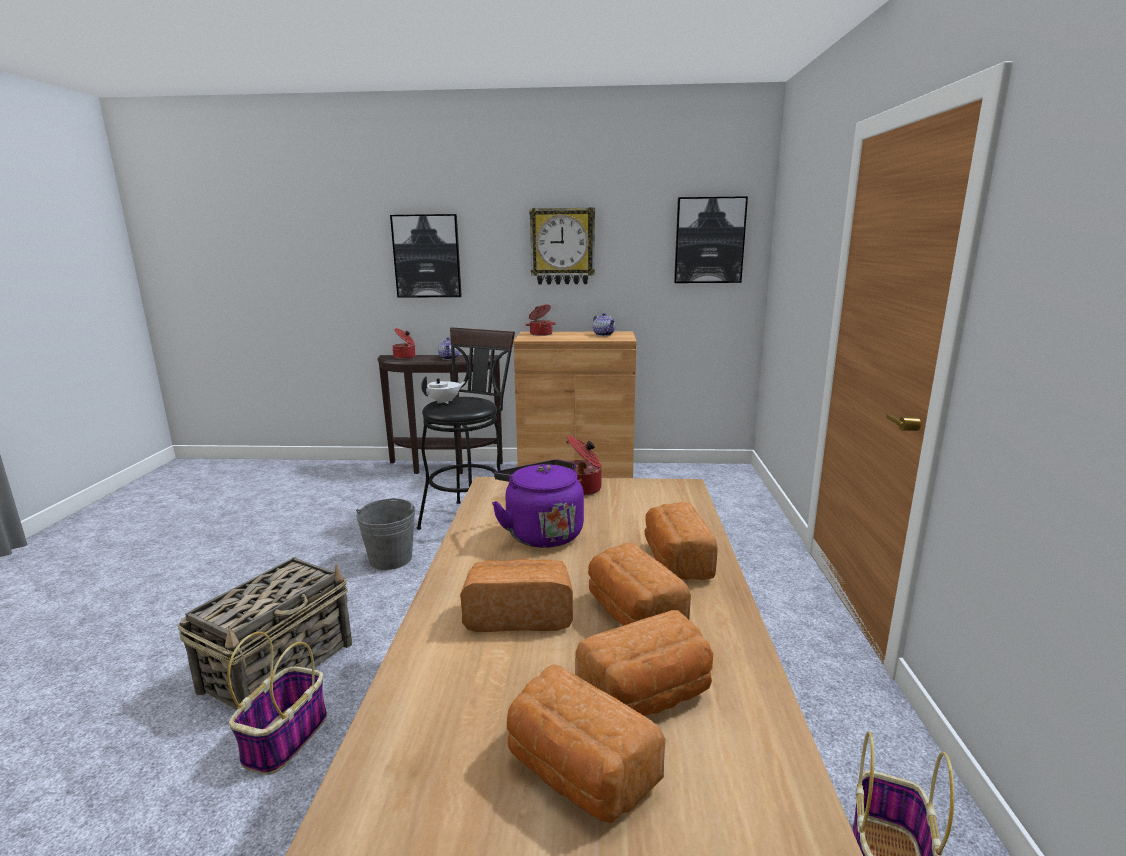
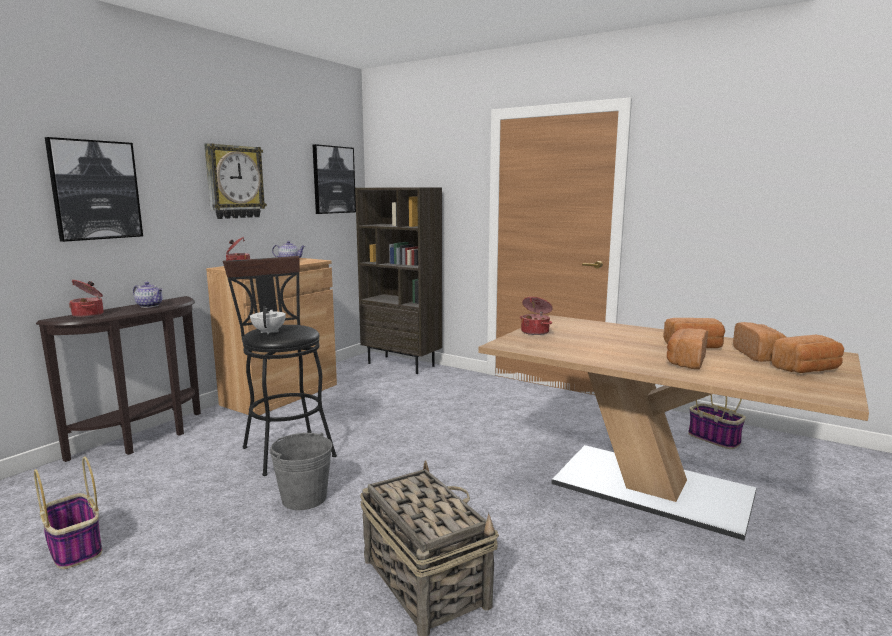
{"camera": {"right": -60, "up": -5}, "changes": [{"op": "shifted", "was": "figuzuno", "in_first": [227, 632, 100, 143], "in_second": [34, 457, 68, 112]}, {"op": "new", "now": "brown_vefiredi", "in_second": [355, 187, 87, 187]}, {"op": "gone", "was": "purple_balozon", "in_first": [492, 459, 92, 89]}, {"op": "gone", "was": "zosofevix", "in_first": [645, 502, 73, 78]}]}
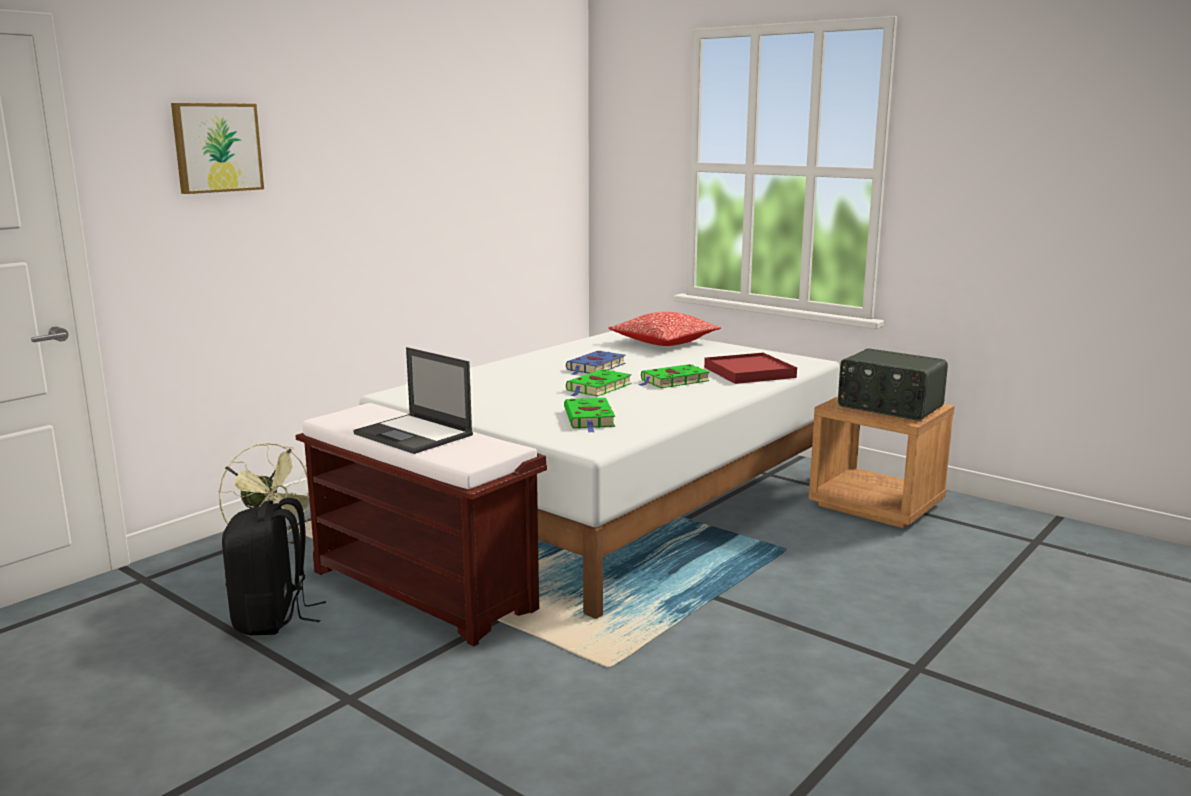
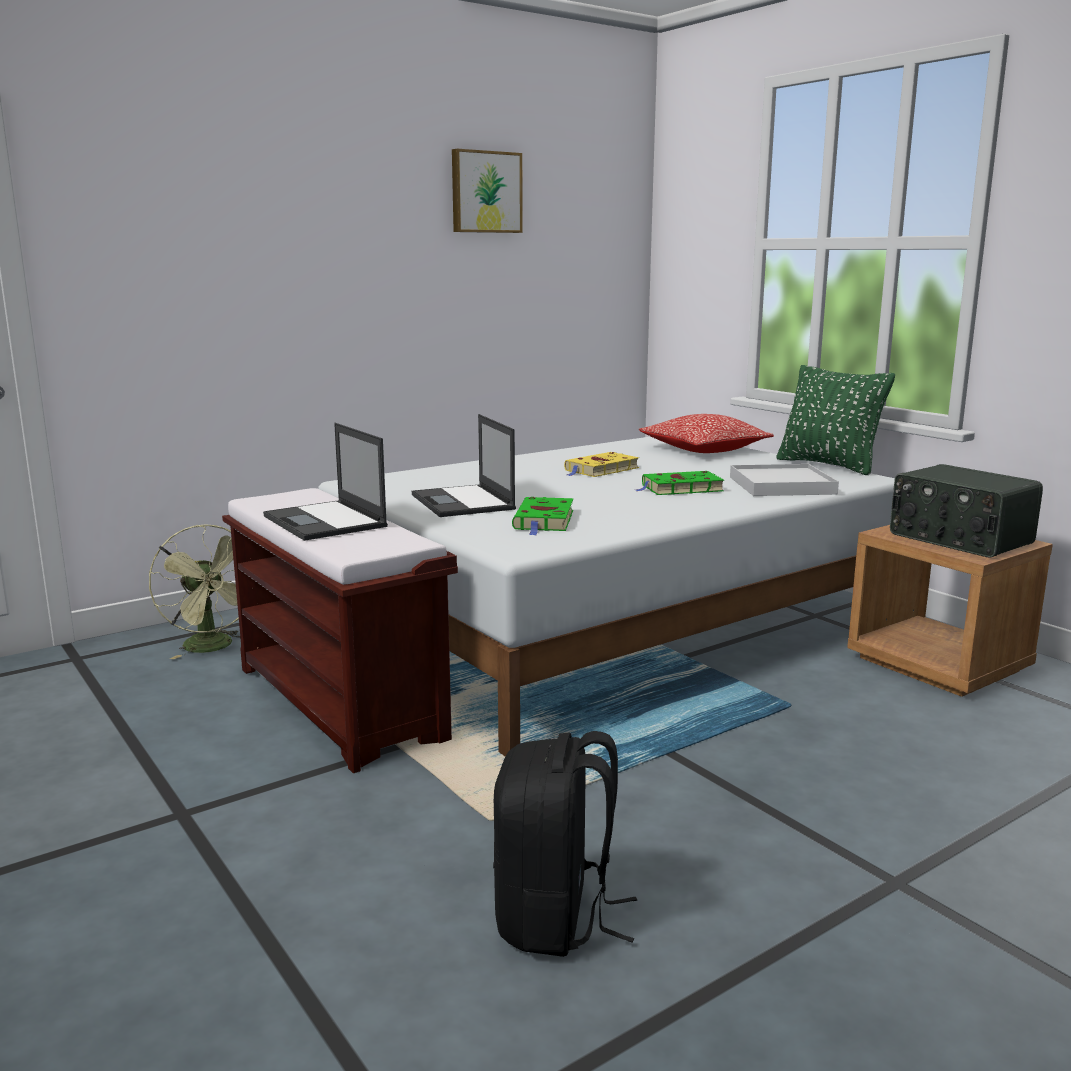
{"camera": {"right": 15, "up": 0}, "changes": [{"op": "new", "now": "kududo", "in_second": [412, 414, 104, 103]}, {"op": "shifted", "was": "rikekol", "in_first": [171, 103, 93, 91], "in_second": [452, 149, 71, 84]}, {"op": "shifted", "was": "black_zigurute", "in_first": [222, 498, 104, 137], "in_second": [493, 731, 144, 226]}, {"op": "repainted", "was": "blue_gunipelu", "now": "yellow_gunipelu", "in_first": [566, 351, 60, 24], "in_second": [564, 452, 75, 25]}, {"op": "repainted", "was": "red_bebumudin", "now": "white_bebumudin", "in_first": [704, 353, 93, 31], "in_second": [730, 464, 109, 32]}, {"op": "new", "now": "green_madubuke", "in_second": [777, 365, 118, 110]}, {"op": "gone", "was": "green_gunipelu", "in_first": [566, 369, 66, 28]}]}
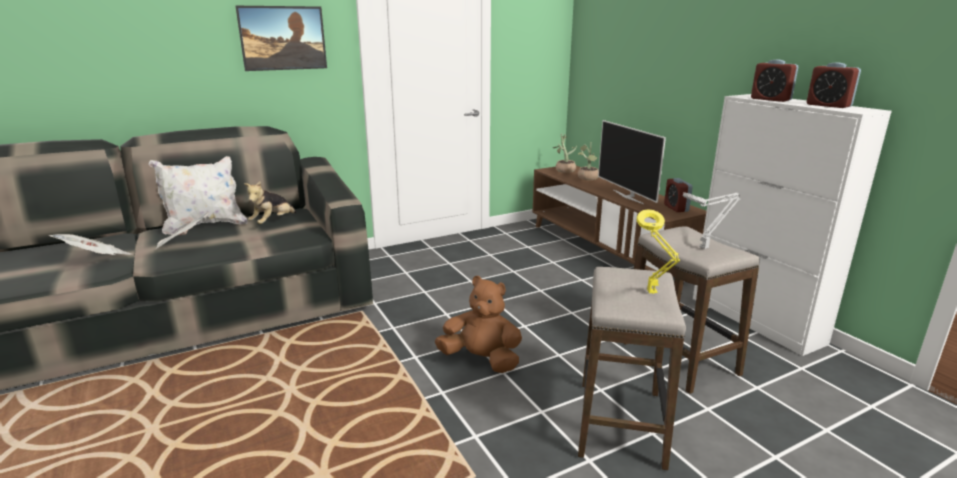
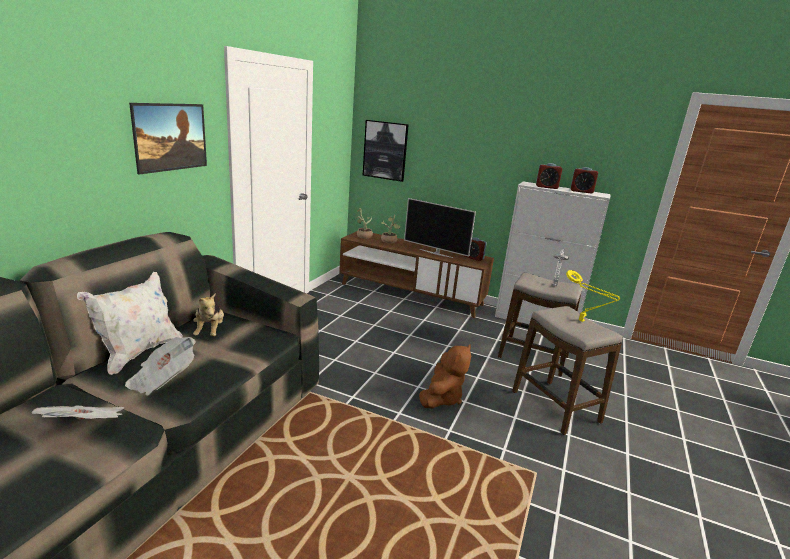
{"camera": {"right": -40, "up": 0}, "changes": [{"op": "new", "now": "rikekol", "in_second": [363, 120, 46, 62]}, {"op": "rotated", "was": "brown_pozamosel", "in_first": [435, 276, 87, 97], "in_second": [419, 344, 52, 64], "clockwise": 135}]}
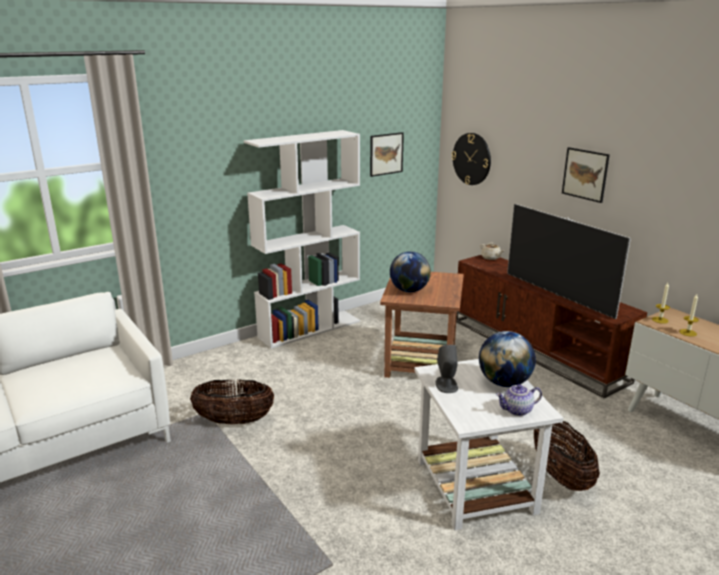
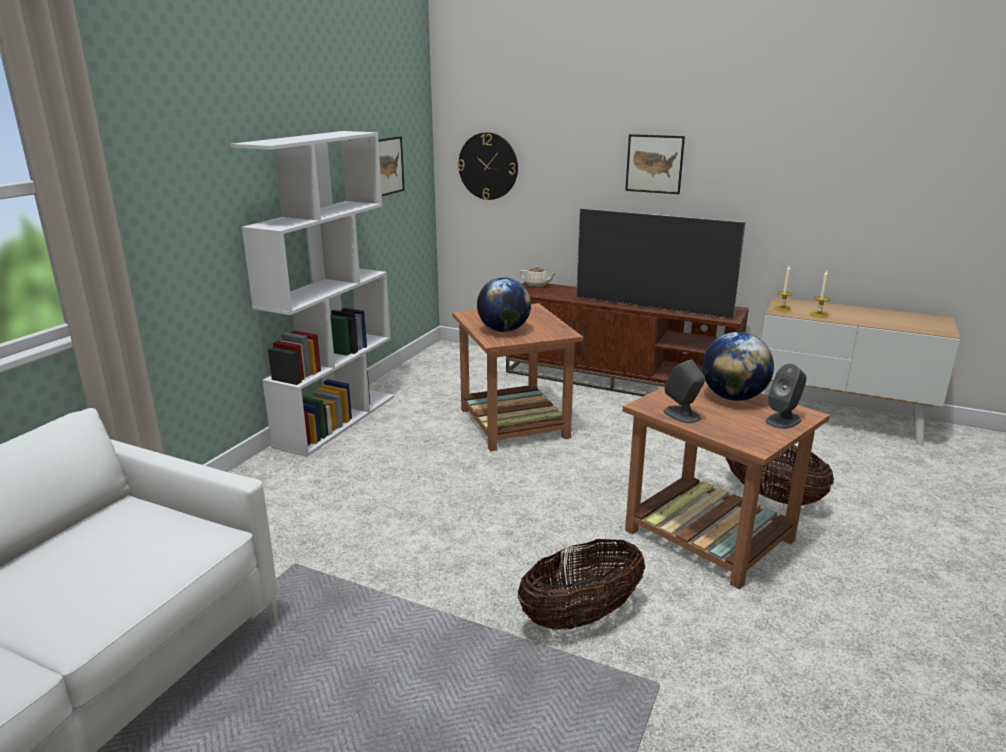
{"camera": {"right": -30, "up": 0}, "changes": [{"op": "shifted", "was": "figuzuno", "in_first": [190, 379, 84, 46], "in_second": [518, 539, 127, 91]}, {"op": "repainted", "was": "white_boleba", "now": "brown_boleba", "in_first": [414, 359, 150, 171], "in_second": [622, 381, 208, 208]}, {"op": "swapped", "was": "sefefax", "now": "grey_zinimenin", "in_first": [496, 384, 46, 32], "in_second": [765, 364, 42, 65]}]}
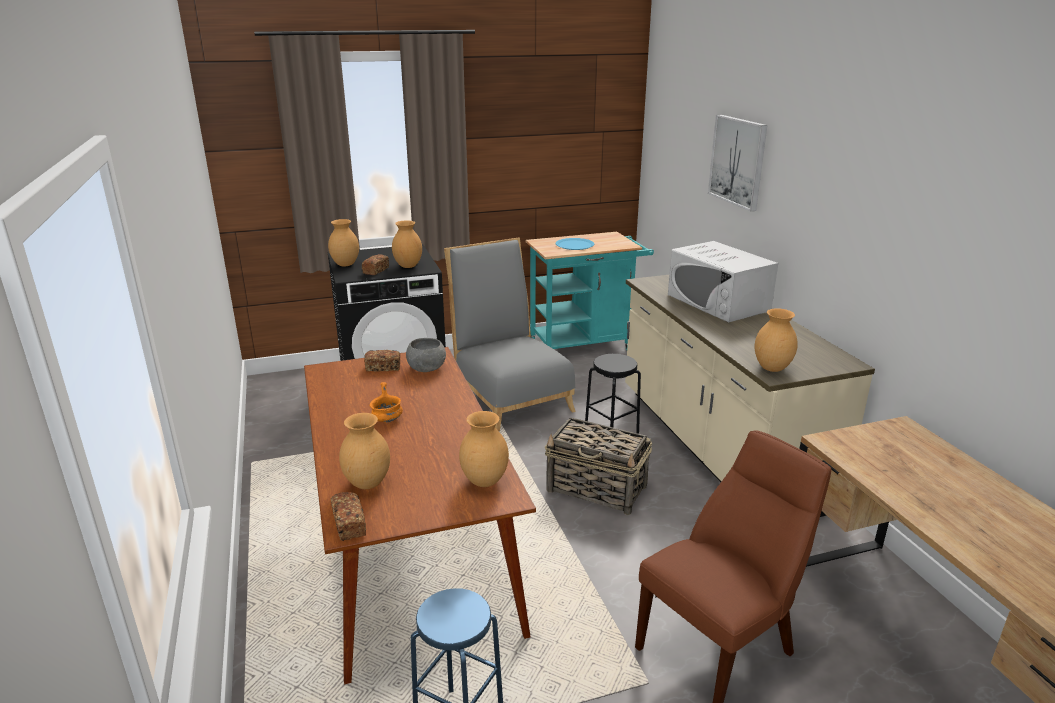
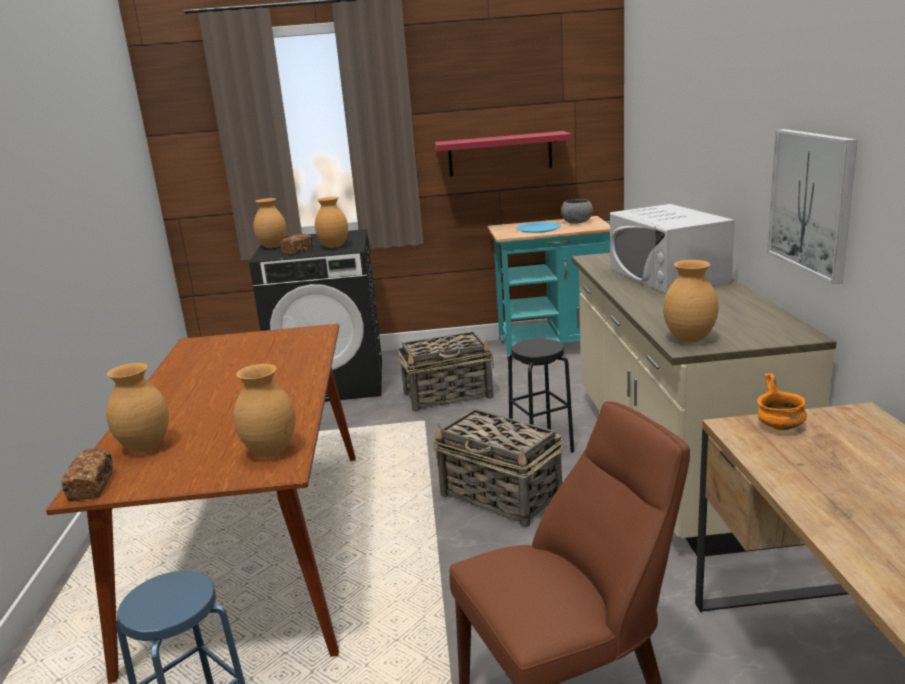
{"camera": {"right": 15, "up": -5}, "changes": [{"op": "swapped", "was": "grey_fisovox", "now": "figuzuno", "in_first": [444, 238, 132, 193], "in_second": [398, 332, 96, 80]}, {"op": "new", "now": "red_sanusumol", "in_second": [434, 131, 138, 45]}, {"op": "shifted", "was": "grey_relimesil", "in_first": [406, 338, 40, 34], "in_second": [561, 199, 32, 24]}, {"op": "shifted", "was": "orange_relimesil", "in_first": [370, 382, 33, 41], "in_second": [757, 373, 50, 57]}, {"op": "shifted", "was": "rikekol", "in_first": [708, 115, 59, 96], "in_second": [767, 129, 91, 155]}, {"op": "gone", "was": "zosofevix", "in_first": [364, 350, 36, 22]}]}
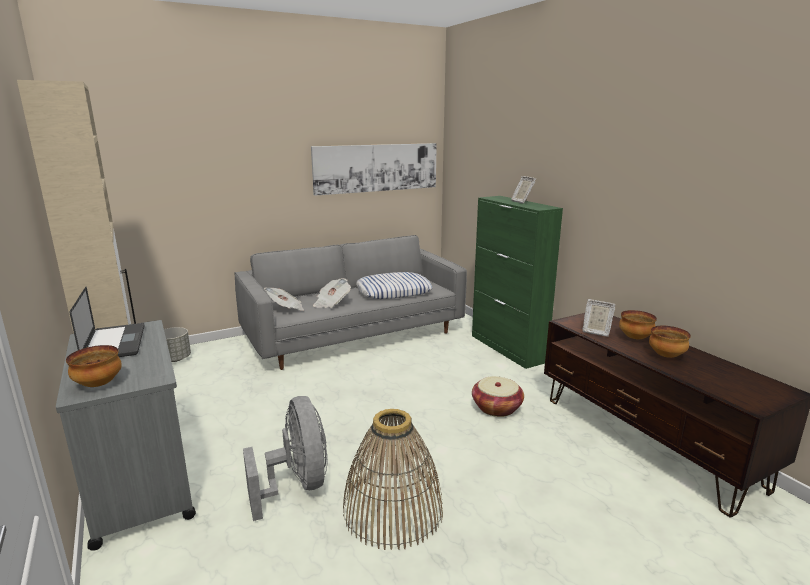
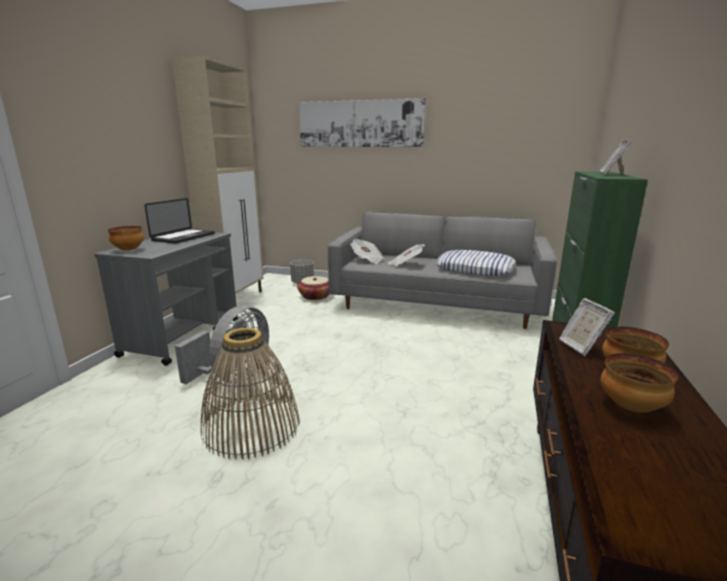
{"camera": {"right": 45, "up": 0}, "changes": [{"op": "shifted", "was": "figuzuno", "in_first": [472, 376, 52, 41], "in_second": [297, 276, 32, 24]}, {"op": "shifted", "was": "rikekol", "in_first": [311, 143, 126, 53], "in_second": [299, 98, 127, 49]}]}
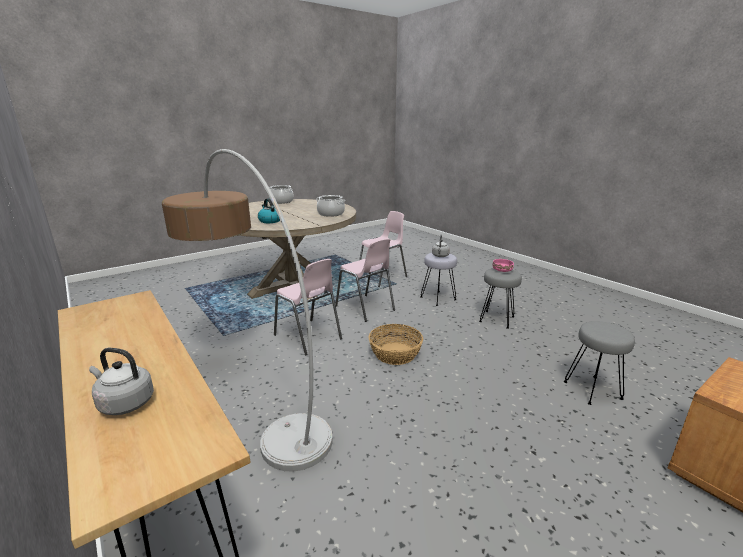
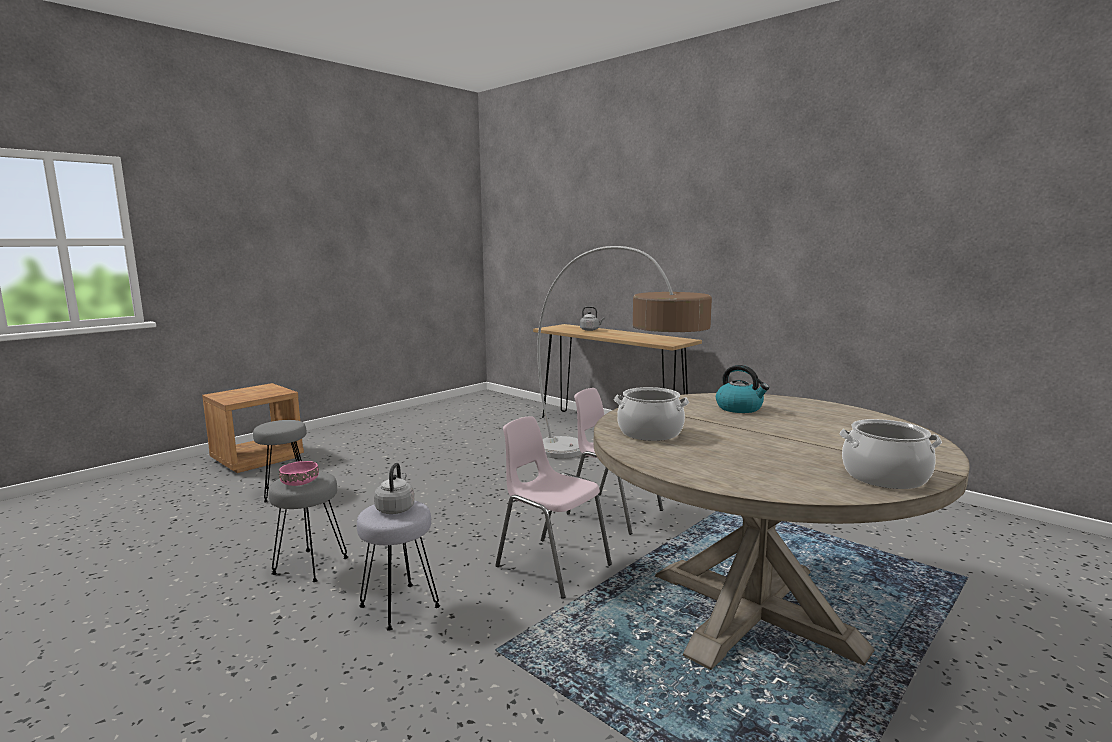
{"camera": {"right": 170, "up": -10}, "changes": [{"op": "gone", "was": "pink_fisovox", "in_first": [359, 211, 48, 76]}, {"op": "gone", "was": "figuzuno", "in_first": [368, 324, 55, 41]}]}
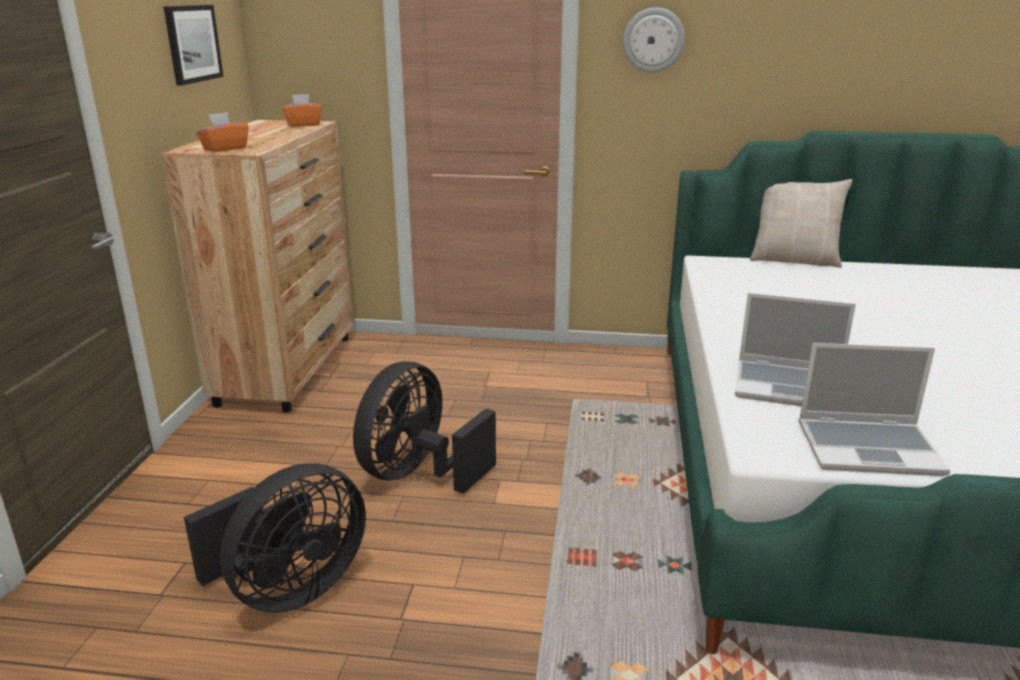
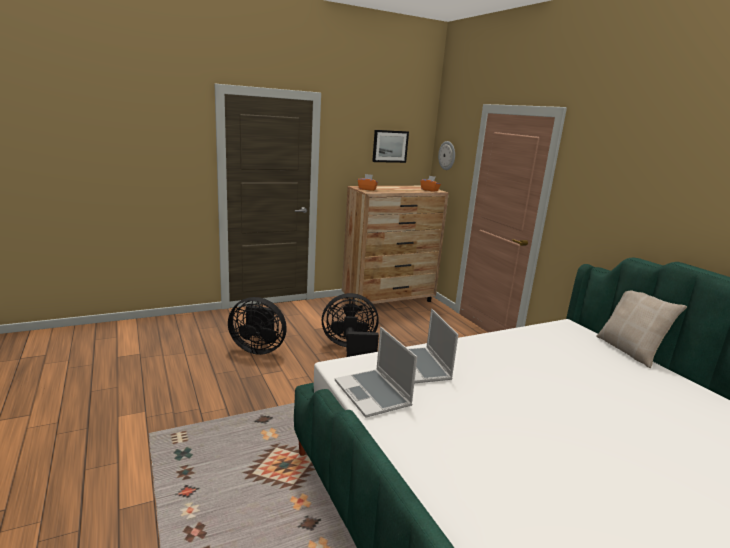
{"camera": {"right": 55, "up": -5}, "changes": [{"op": "shifted", "was": "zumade", "in_first": [623, 7, 62, 66], "in_second": [438, 141, 17, 29]}]}
